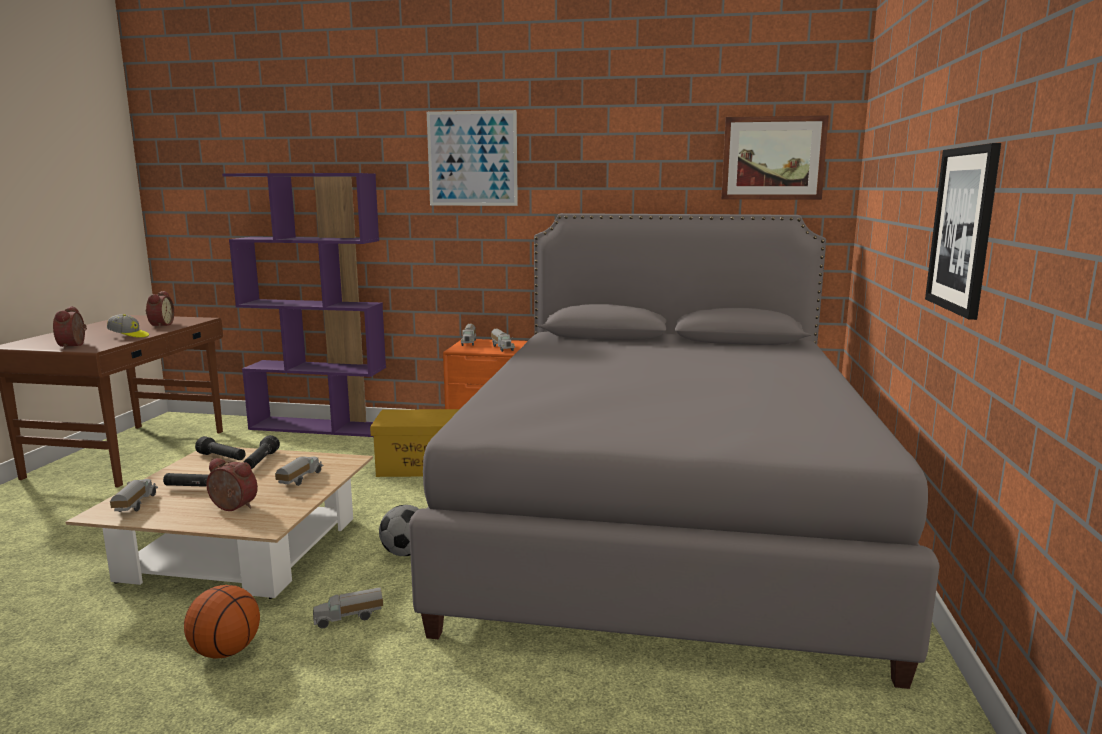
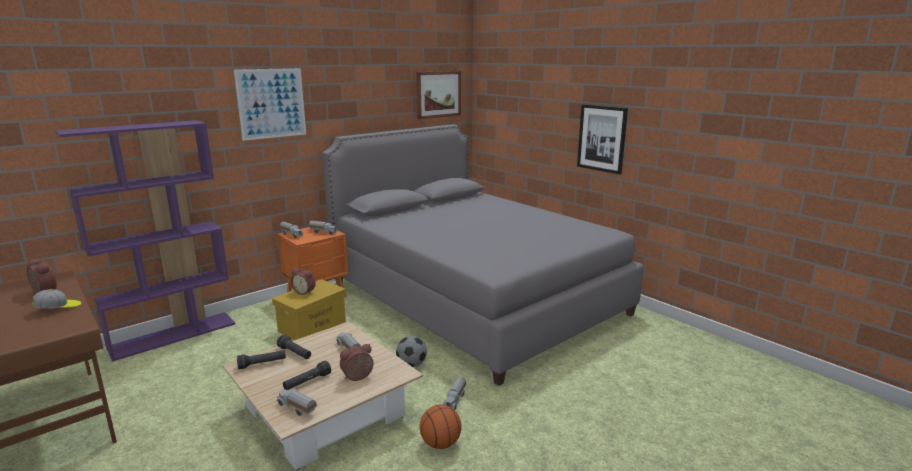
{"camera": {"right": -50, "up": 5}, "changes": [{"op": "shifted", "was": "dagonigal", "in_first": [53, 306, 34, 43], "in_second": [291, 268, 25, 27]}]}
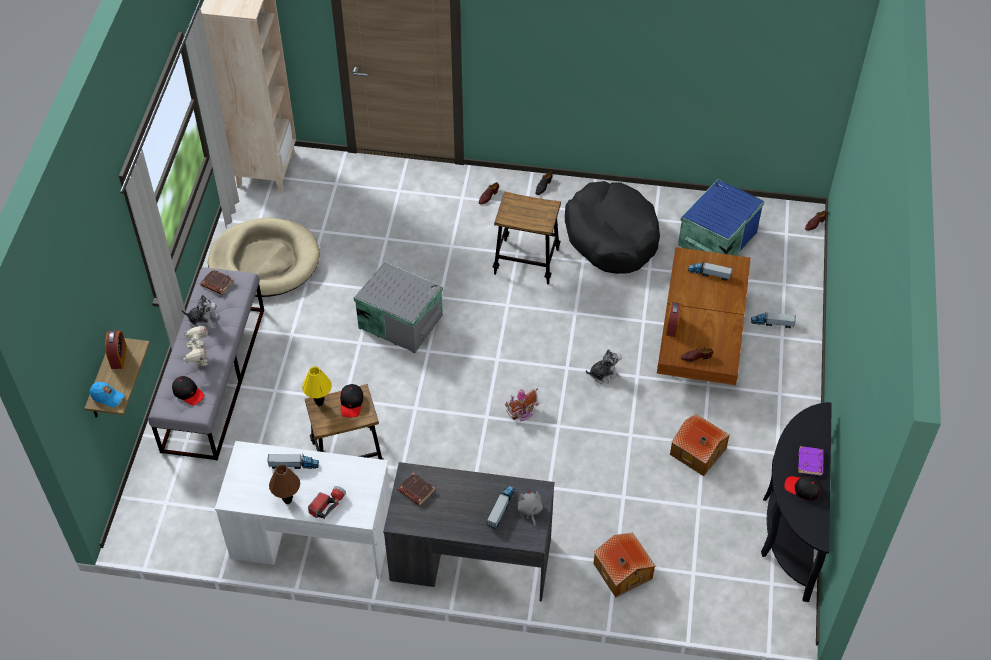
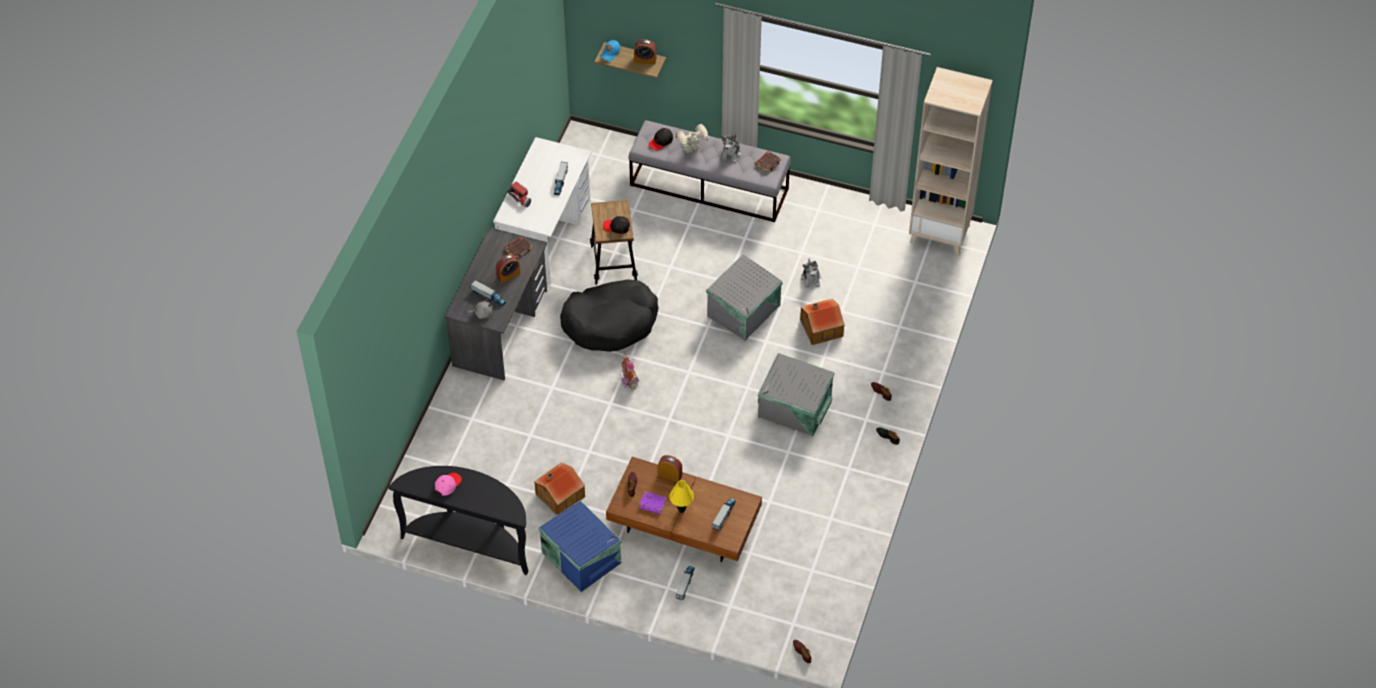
{"camera": {"right": 100, "up": 0}, "changes": [{"op": "repainted", "was": "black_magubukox", "now": "pink_magubukox", "in_first": [784, 475, 38, 26], "in_second": [435, 472, 27, 24]}, {"op": "new", "now": "dagonigal", "in_second": [496, 254, 24, 29]}, {"op": "shifted", "was": "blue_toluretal", "in_first": [678, 179, 87, 76], "in_second": [538, 500, 84, 92]}, {"op": "shifted", "was": "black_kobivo", "in_first": [565, 181, 95, 93], "in_second": [560, 280, 99, 72]}, {"op": "shifted", "was": "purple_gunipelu", "in_first": [798, 446, 26, 29], "in_second": [639, 491, 28, 23]}, {"op": "shifted", "was": "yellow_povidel", "in_first": [302, 366, 30, 40], "in_second": [669, 480, 25, 33]}, {"op": "rotated", "was": "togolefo", "in_first": [183, 326, 25, 40], "in_second": [676, 124, 33, 29], "clockwise": 150}, {"op": "swapped", "was": "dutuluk", "now": "grey_toluretal", "in_first": [493, 191, 68, 93], "in_second": [758, 353, 76, 84]}, {"op": "shifted", "was": "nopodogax", "in_first": [594, 533, 62, 65], "in_second": [800, 299, 45, 46]}, {"op": "shifted", "was": "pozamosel", "in_first": [586, 349, 36, 35], "in_second": [801, 259, 20, 29]}, {"op": "gone", "was": "beige_kobivo", "in_first": [208, 218, 112, 79]}, {"op": "gone", "was": "brown_povidel", "in_first": [269, 465, 31, 39]}]}
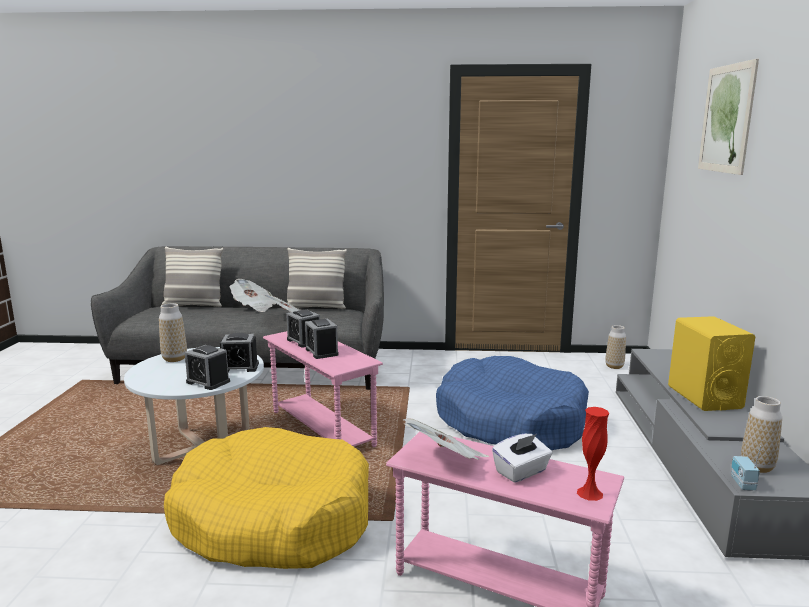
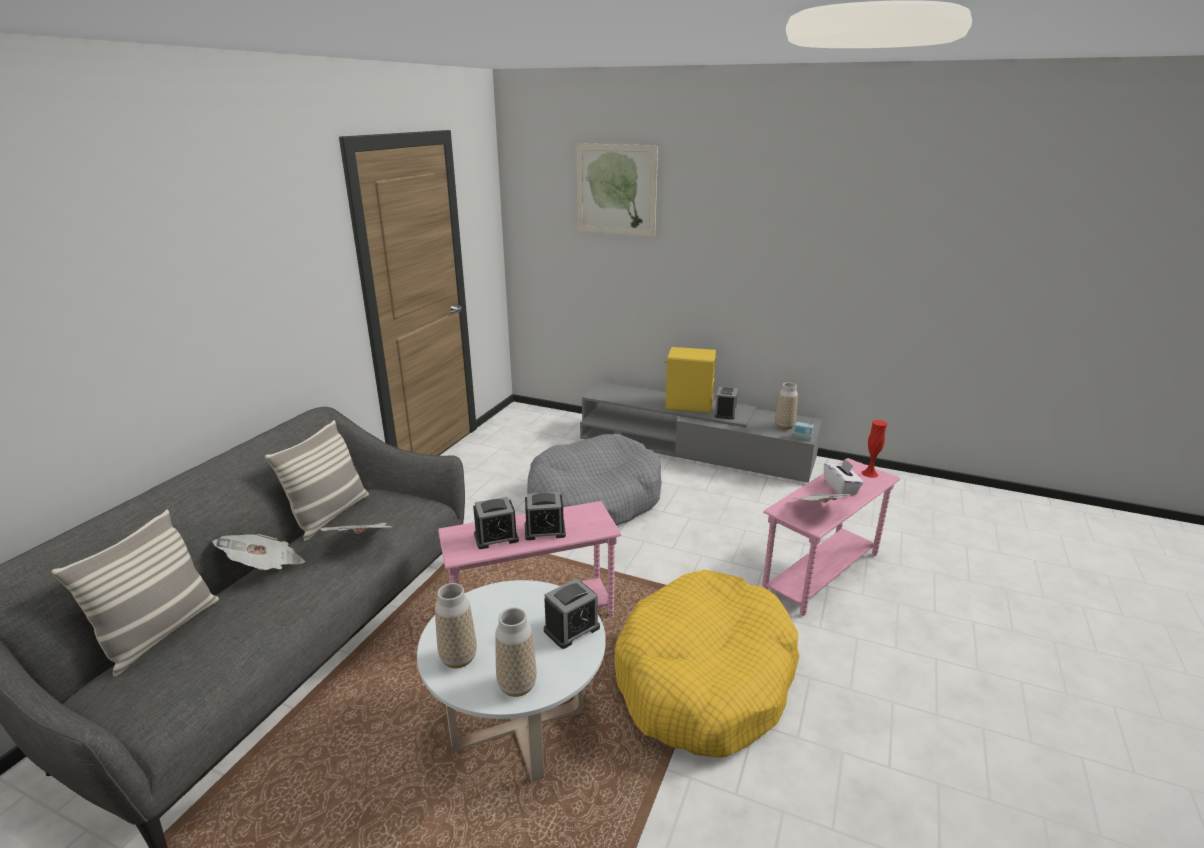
{"camera": {"right": -70, "up": 10}, "changes": [{"op": "shifted", "was": "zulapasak", "in_first": [605, 325, 21, 44], "in_second": [495, 608, 42, 89]}, {"op": "repainted", "was": "blue_kobivo", "now": "grey_kobivo", "in_first": [436, 356, 153, 94], "in_second": [527, 434, 135, 92]}, {"op": "shifted", "was": "dagonigal", "in_first": [220, 333, 39, 39], "in_second": [715, 387, 23, 33]}]}
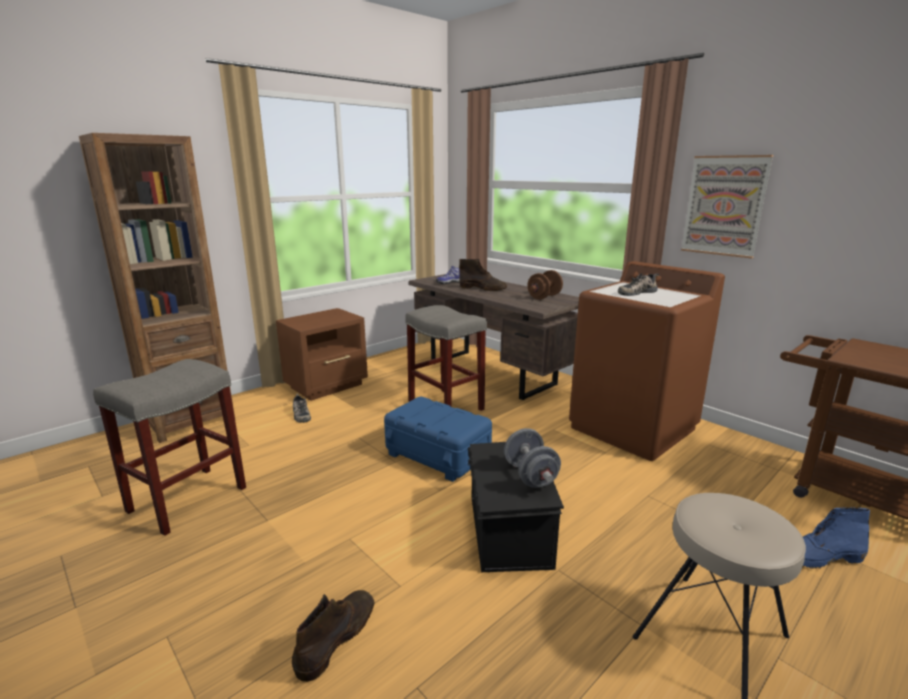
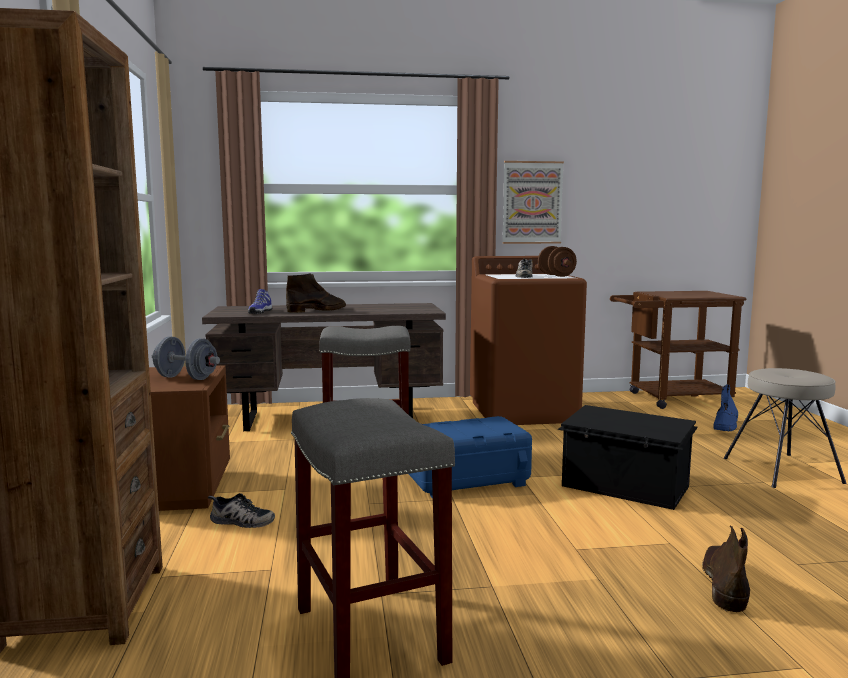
{"camera": {"right": -55, "up": -10}, "changes": [{"op": "shifted", "was": "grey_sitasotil", "in_first": [504, 428, 57, 60], "in_second": [152, 337, 68, 43]}, {"op": "shifted", "was": "brown_sitasotil", "in_first": [527, 270, 36, 30], "in_second": [538, 246, 39, 31]}, {"op": "rotated", "was": "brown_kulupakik", "in_first": [292, 590, 82, 92], "in_second": [702, 526, 48, 86], "clockwise": 45}]}
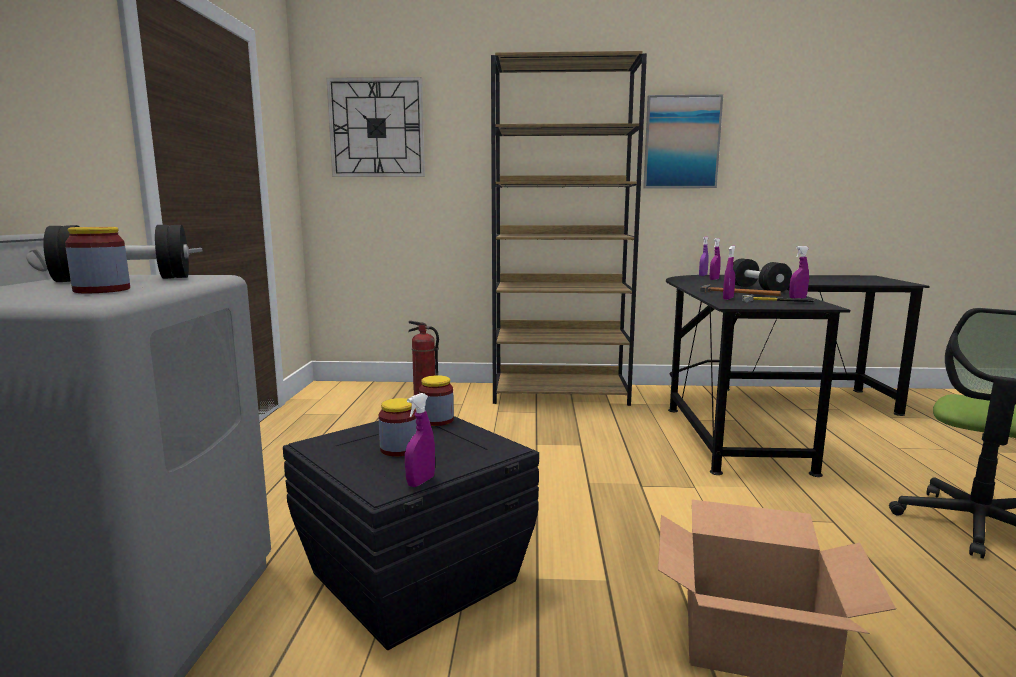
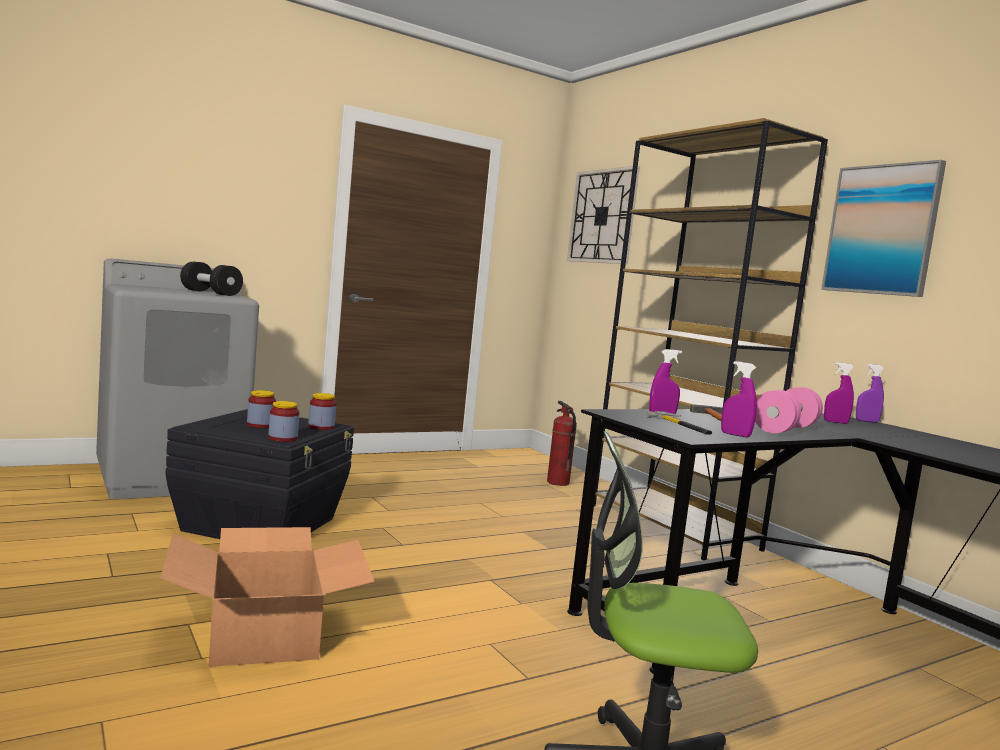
{"camera": {"right": 55, "up": -5}, "changes": [{"op": "shifted", "was": "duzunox", "in_first": [65, 227, 65, 66], "in_second": [268, 401, 31, 41]}, {"op": "repainted", "was": "black_sitasotil", "now": "pink_sitasotil", "in_first": [733, 259, 59, 33], "in_second": [755, 387, 68, 46]}, {"op": "gone", "was": "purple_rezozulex", "in_first": [405, 393, 30, 94]}]}
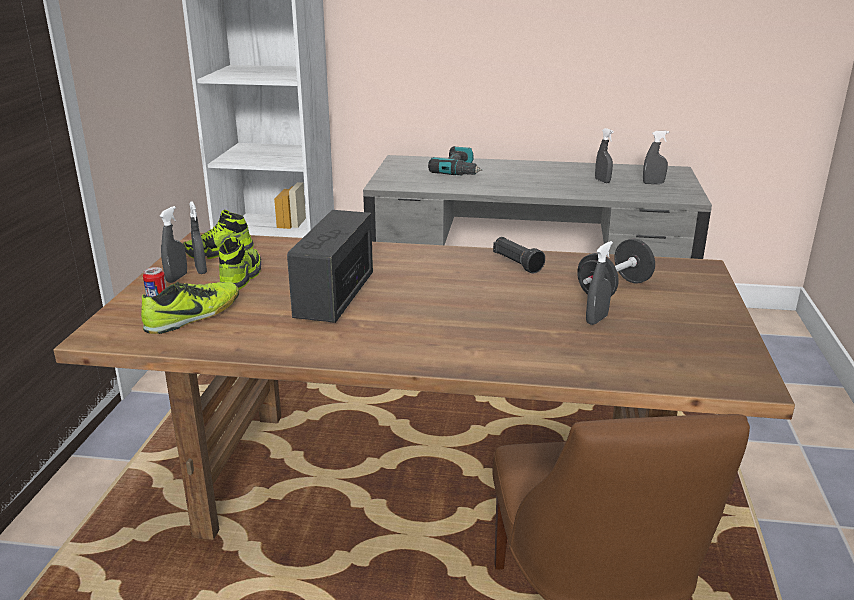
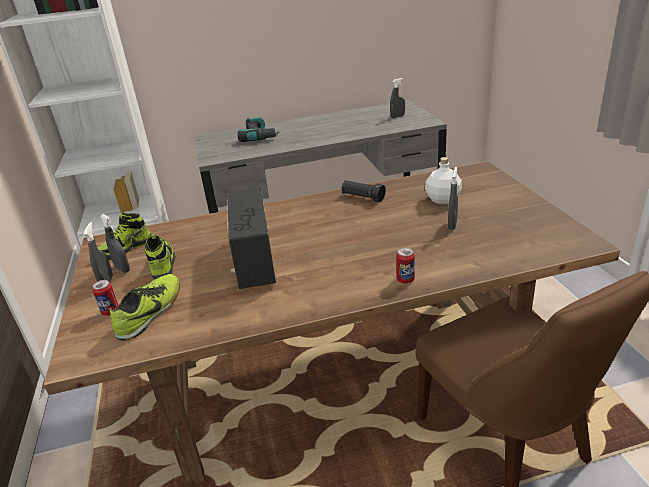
{"camera": {"right": -20, "up": 5}, "changes": [{"op": "new", "now": "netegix", "in_second": [396, 248, 19, 36]}, {"op": "swapped", "was": "black_sitasotil", "now": "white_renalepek", "in_first": [577, 239, 78, 57], "in_second": [425, 157, 37, 47]}, {"op": "gone", "was": "grey_rezozulex", "in_first": [595, 128, 19, 55]}]}
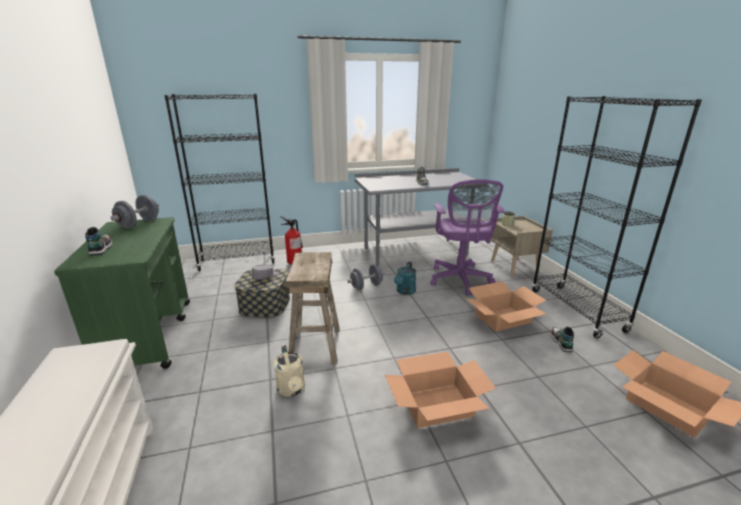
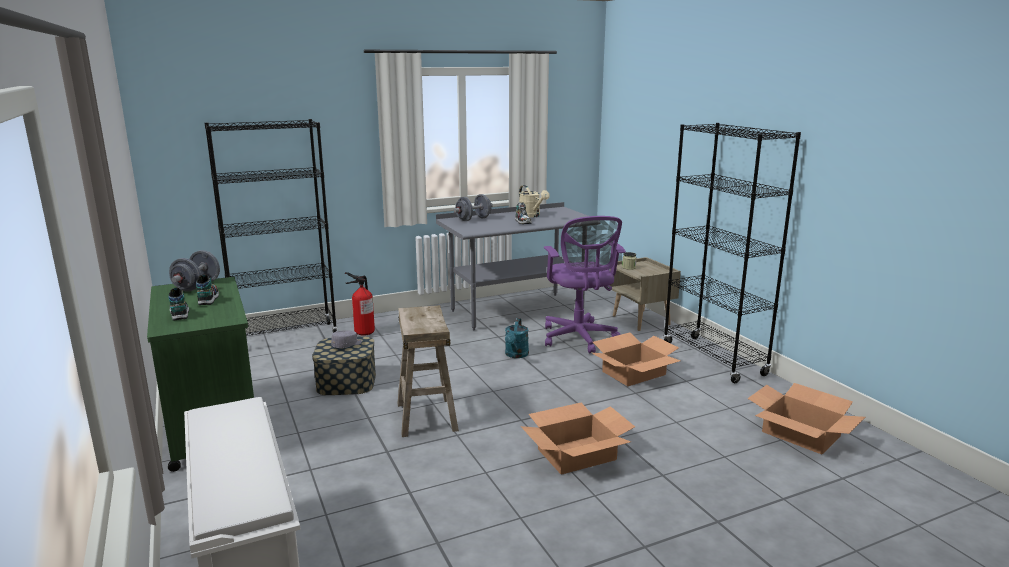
{"camera": {"right": -10, "up": -5}, "changes": [{"op": "shifted", "was": "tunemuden", "in_first": [550, 327, 24, 25], "in_second": [196, 274, 23, 31]}, {"op": "shifted", "was": "grey_sitasotil", "in_first": [347, 264, 38, 26], "in_second": [454, 194, 39, 27]}, {"op": "shifted", "was": "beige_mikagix", "in_first": [274, 345, 31, 52], "in_second": [519, 185, 31, 33]}]}
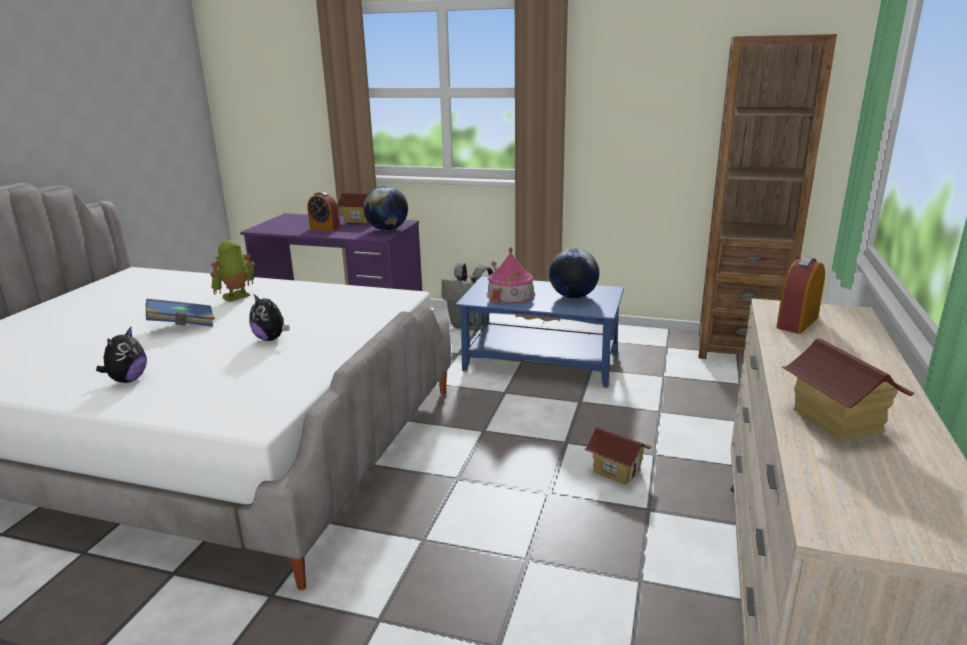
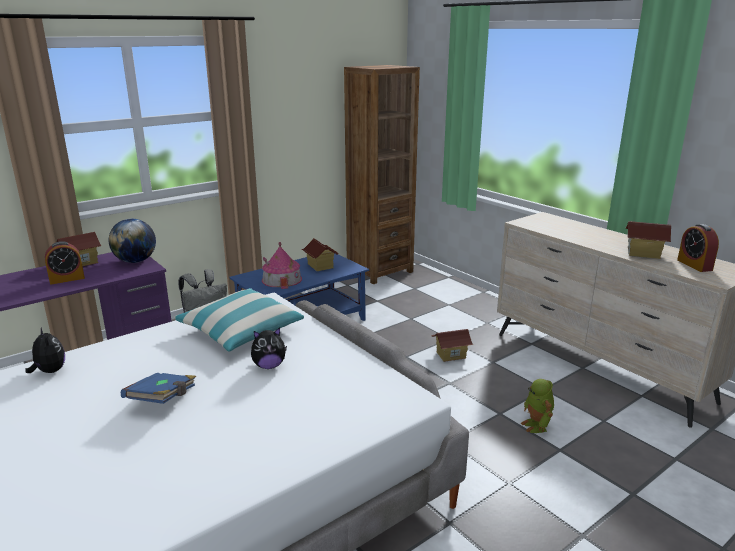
{"camera": {"right": -55, "up": 0}, "changes": [{"op": "shifted", "was": "pozamosel", "in_first": [96, 327, 51, 56], "in_second": [25, 327, 40, 46]}, {"op": "new", "now": "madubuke", "in_second": [174, 288, 130, 64]}, {"op": "swapped", "was": "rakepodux", "now": "nopodogax", "in_first": [549, 248, 50, 50], "in_second": [302, 238, 37, 33]}, {"op": "shifted", "was": "togolefo", "in_first": [210, 240, 45, 62], "in_second": [521, 379, 33, 54]}, {"op": "shifted", "was": "dagonigal", "in_first": [776, 257, 49, 77], "in_second": [677, 224, 42, 48]}]}
